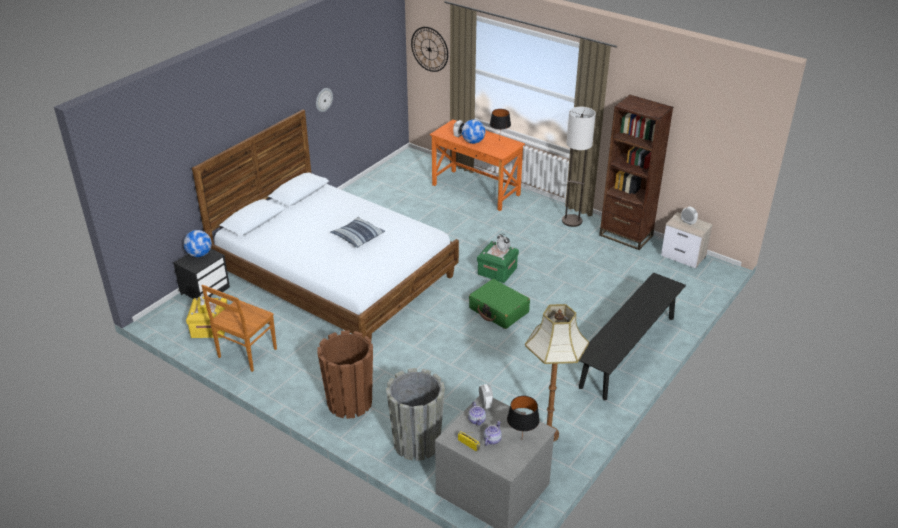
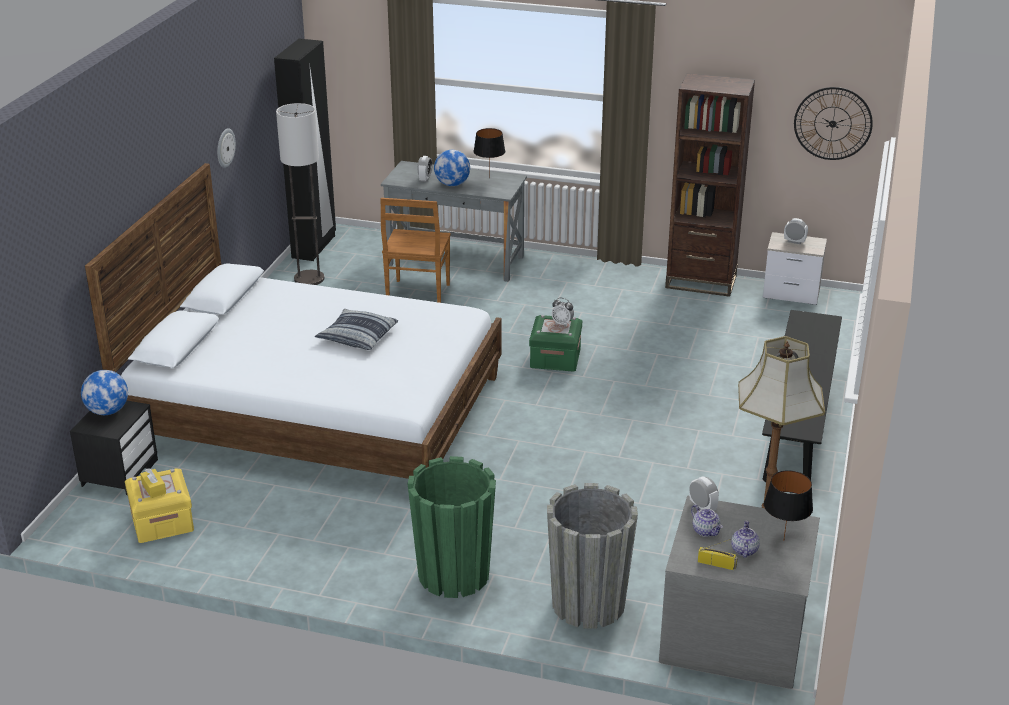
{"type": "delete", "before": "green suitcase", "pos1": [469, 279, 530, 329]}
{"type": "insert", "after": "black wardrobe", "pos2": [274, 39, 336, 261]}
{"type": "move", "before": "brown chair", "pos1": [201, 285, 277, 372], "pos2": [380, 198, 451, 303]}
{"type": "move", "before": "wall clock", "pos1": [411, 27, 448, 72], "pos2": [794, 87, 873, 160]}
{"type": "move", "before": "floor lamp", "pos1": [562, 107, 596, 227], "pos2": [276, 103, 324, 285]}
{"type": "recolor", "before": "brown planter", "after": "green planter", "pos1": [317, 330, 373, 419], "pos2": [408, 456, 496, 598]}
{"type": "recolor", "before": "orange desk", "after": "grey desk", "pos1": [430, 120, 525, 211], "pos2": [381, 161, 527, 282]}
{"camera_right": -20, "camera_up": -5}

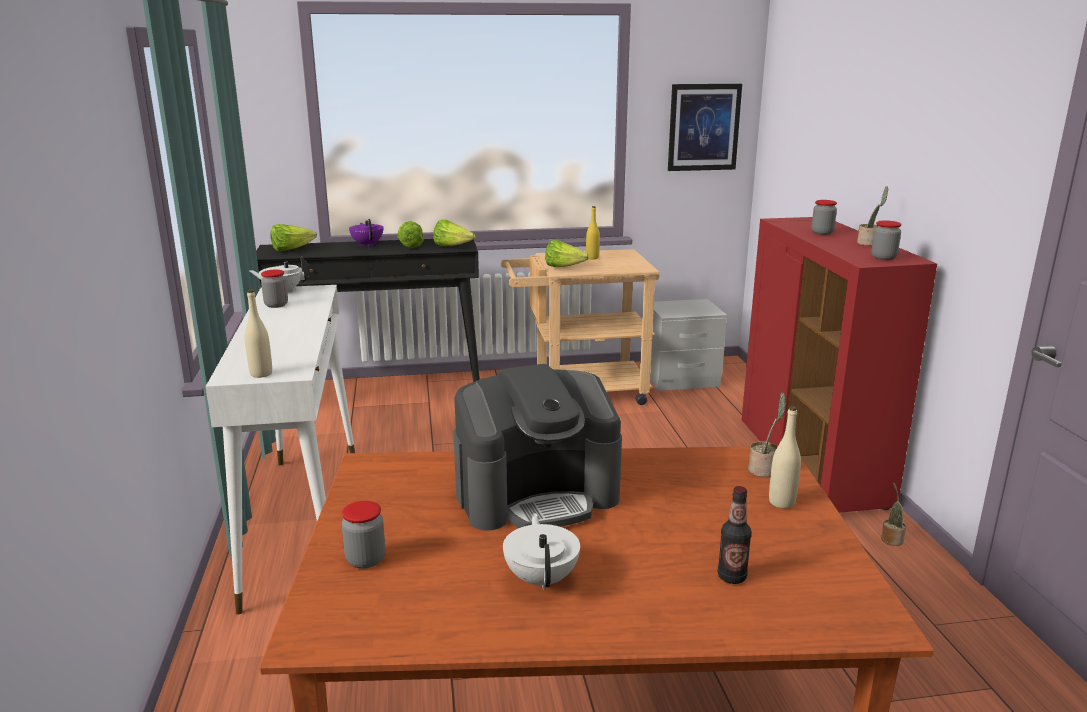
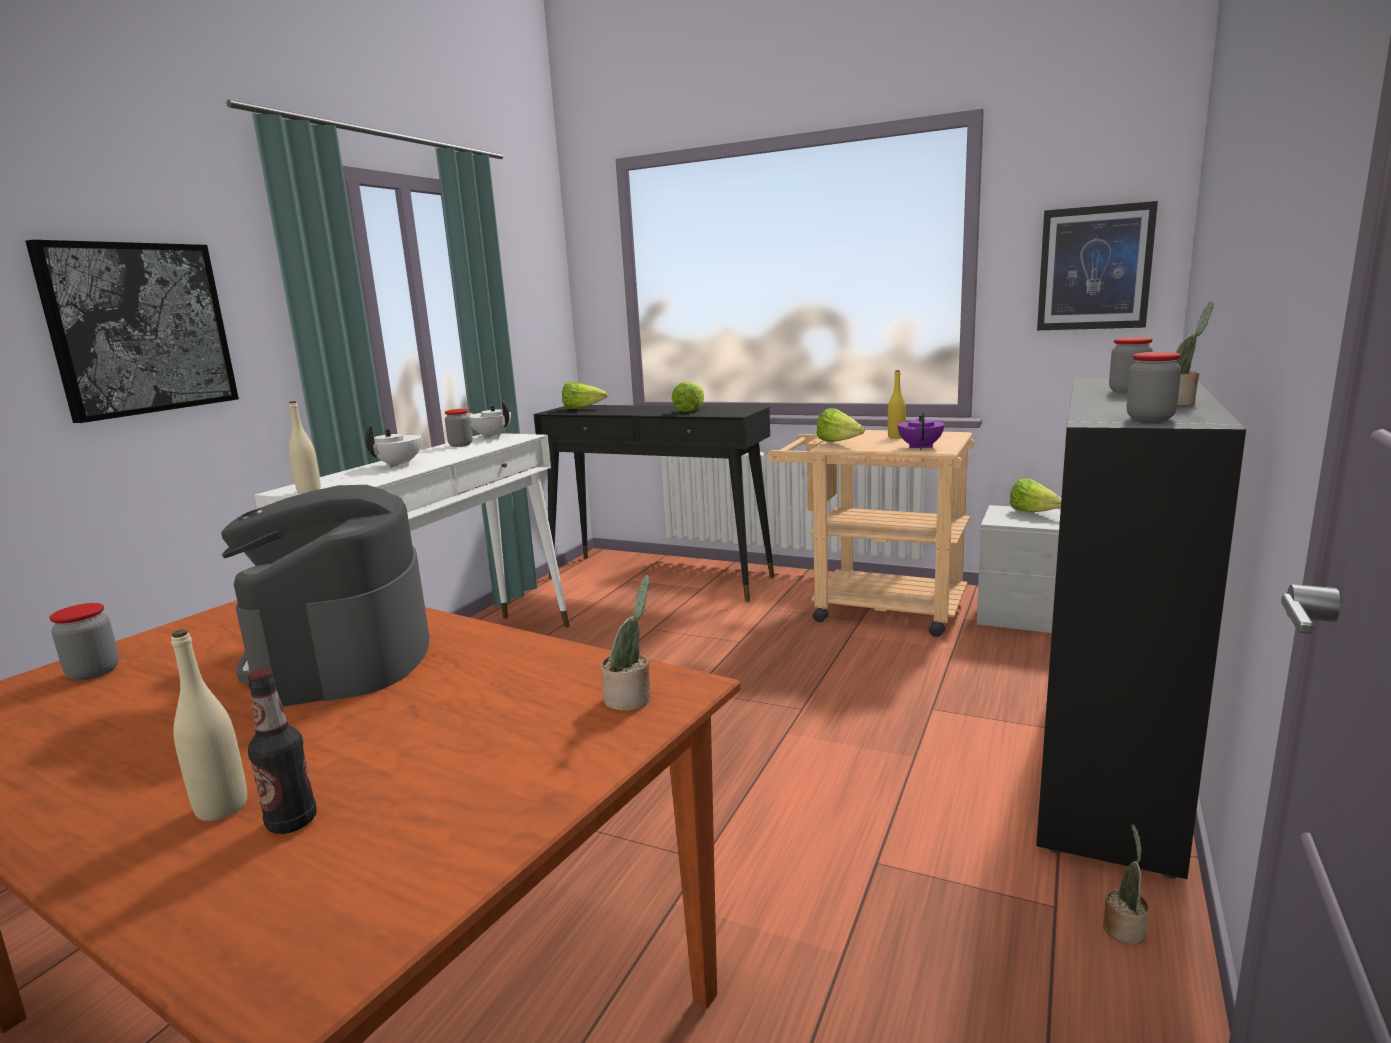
{"type": "insert", "after": "picture", "pos2": [25, 240, 239, 423]}
{"type": "move", "before": "purple teapot", "pos1": [349, 219, 383, 247], "pos2": [898, 412, 944, 450]}
{"type": "move", "before": "lettuce", "pos1": [433, 220, 476, 246], "pos2": [1010, 478, 1061, 512]}
{"type": "move", "before": "white teapot", "pos1": [503, 513, 580, 591], "pos2": [365, 426, 424, 468]}
{"type": "move", "before": "beige bottle", "pos1": [769, 406, 801, 509], "pos2": [171, 629, 247, 821]}
{"type": "recolor", "before": "red cabinet", "after": "black cabinet", "pos1": [742, 217, 937, 513], "pos2": [1036, 378, 1246, 879]}
{"type": "rotate", "before": "coffee machine", "pos1": [453, 364, 622, 531], "pos2": [221, 485, 429, 707], "turn": 60}
{"camera_right": 35, "camera_up": -5}

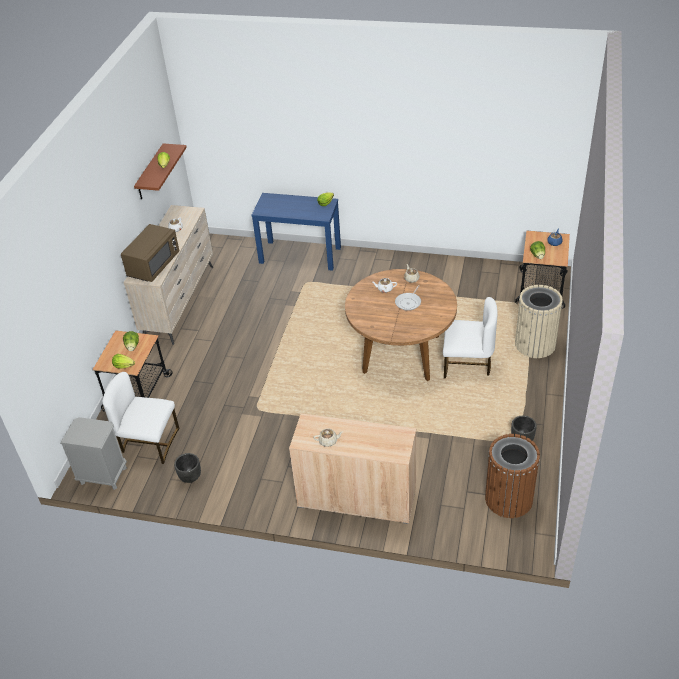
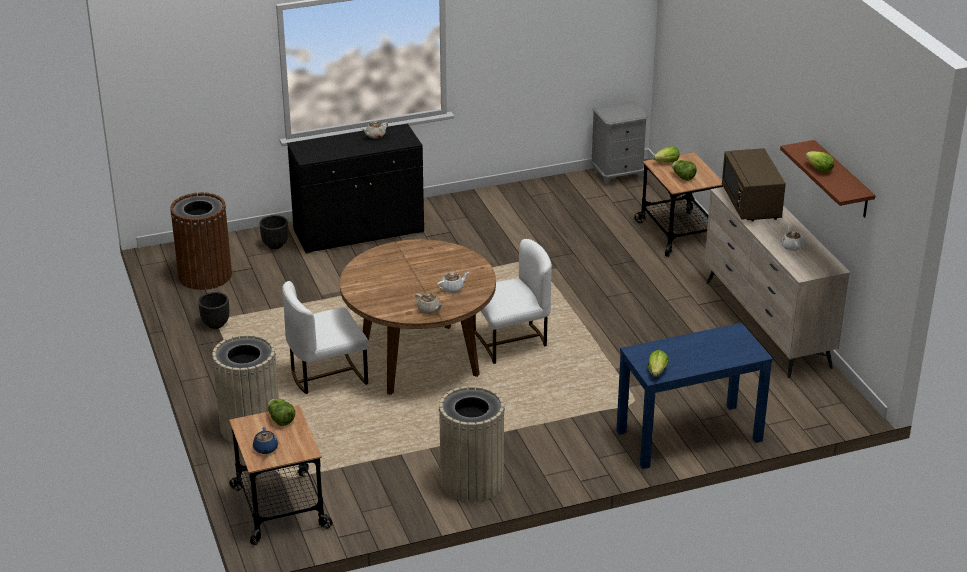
{"type": "delete", "before": "frying pan", "pos1": [395, 285, 421, 311]}
{"type": "insert", "after": "beige trash can", "pos2": [439, 386, 505, 502]}
{"type": "move", "before": "white chair", "pos1": [102, 372, 179, 464], "pos2": [473, 239, 552, 364]}
{"type": "move", "before": "black planter", "pos1": [174, 453, 201, 483], "pos2": [260, 215, 288, 249]}
{"type": "recolor", "before": "beige cabinet", "after": "black cabinet", "pos1": [289, 413, 416, 524], "pos2": [287, 123, 424, 254]}
{"camera_right": 145, "camera_up": -10}

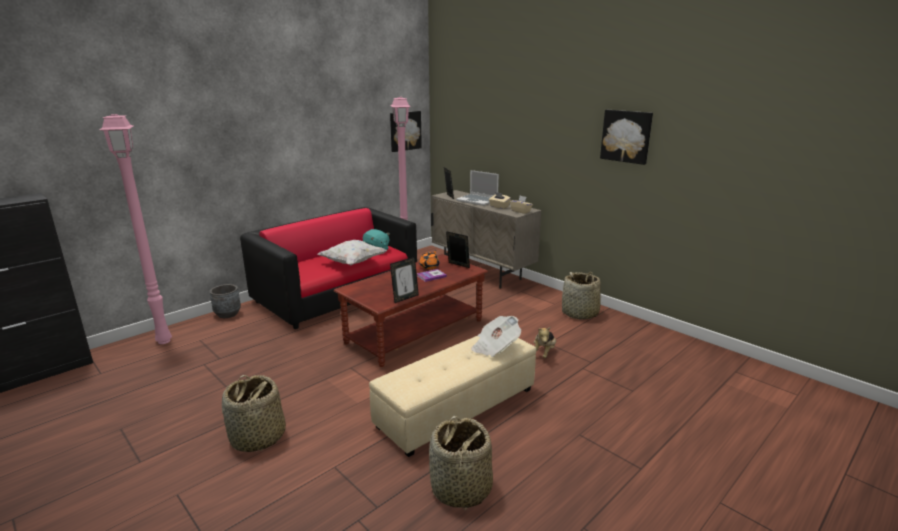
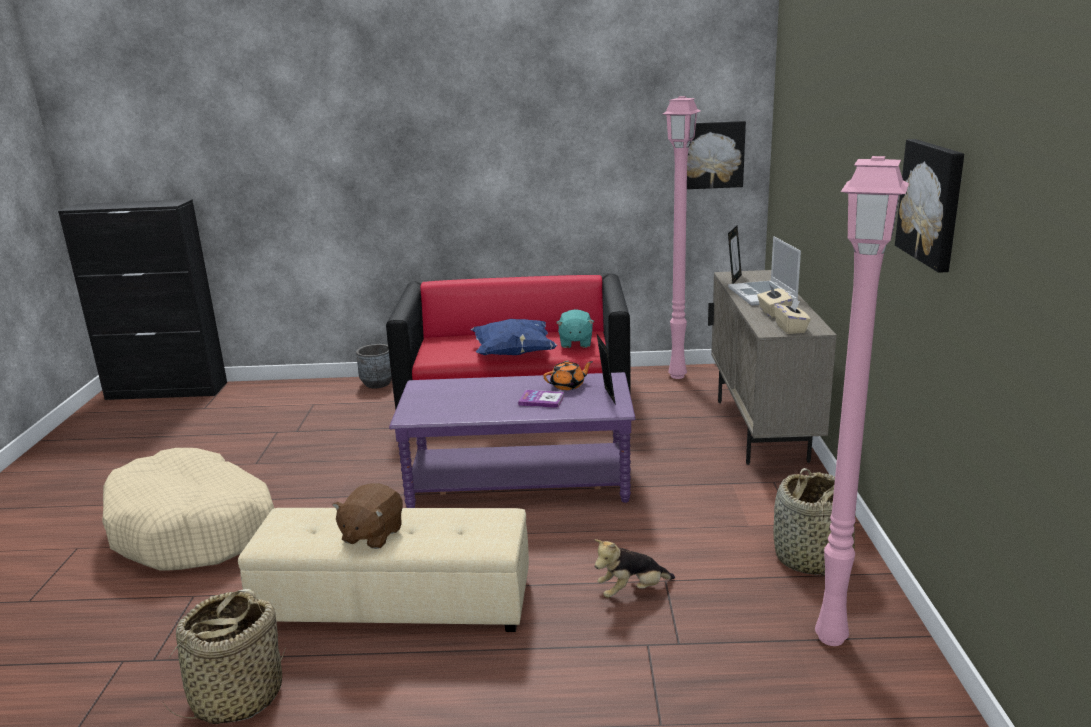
{"type": "delete", "before": "picture frame", "pos1": [390, 257, 419, 303]}
{"type": "delete", "before": "newspaper", "pos1": [471, 316, 521, 357]}
{"type": "insert", "after": "brown plush toy", "pos2": [332, 483, 403, 549]}
{"type": "move", "before": "pink floor lamp", "pos1": [100, 114, 172, 344], "pos2": [815, 156, 909, 646]}
{"type": "replace", "before": "basket", "after": "beige dog bed", "pos1": [222, 375, 286, 452], "pos2": [102, 448, 274, 571]}
{"type": "recolor", "before": "white pillow", "after": "blue pillow", "pos1": [318, 240, 387, 265], "pos2": [471, 319, 557, 355]}
{"type": "recolor", "before": "brown coffee table", "after": "purple coffee table", "pos1": [334, 254, 488, 367], "pos2": [389, 372, 636, 508]}
{"camera_right": 45, "camera_up": 0}

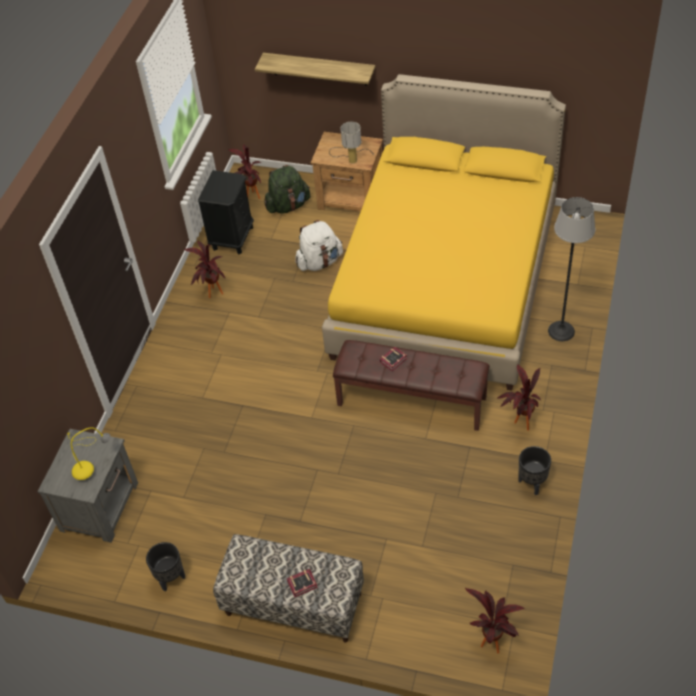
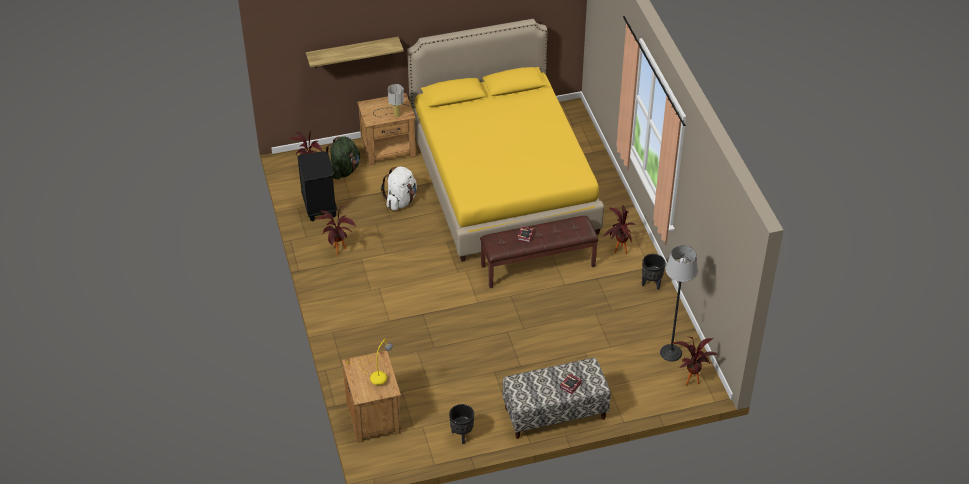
{"type": "move", "before": "floor lamp", "pos1": [548, 197, 595, 341], "pos2": [660, 245, 698, 361]}
{"type": "recolor", "before": "grey nightstand", "after": "brown nightstand", "pos1": [38, 429, 138, 543], "pos2": [342, 351, 402, 443]}
{"camera_right": -35, "camera_up": -5}

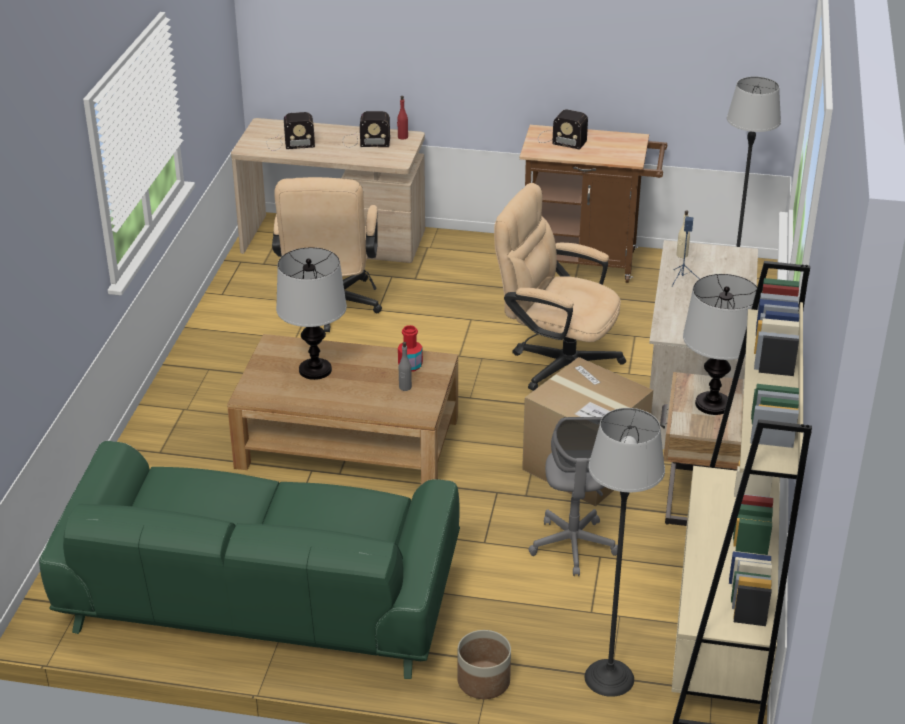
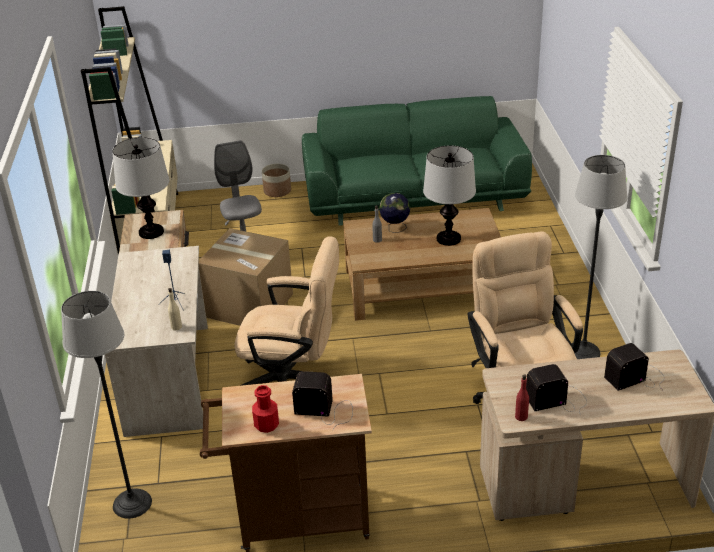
{"type": "insert", "after": "globe", "pos2": [379, 193, 410, 233]}
{"type": "move", "before": "red bottle", "pos1": [398, 325, 423, 372], "pos2": [252, 385, 279, 433]}
{"type": "move", "before": "floor lamp", "pos1": [585, 408, 665, 697], "pos2": [572, 155, 627, 359]}
{"camera_right": 165, "camera_up": 0}

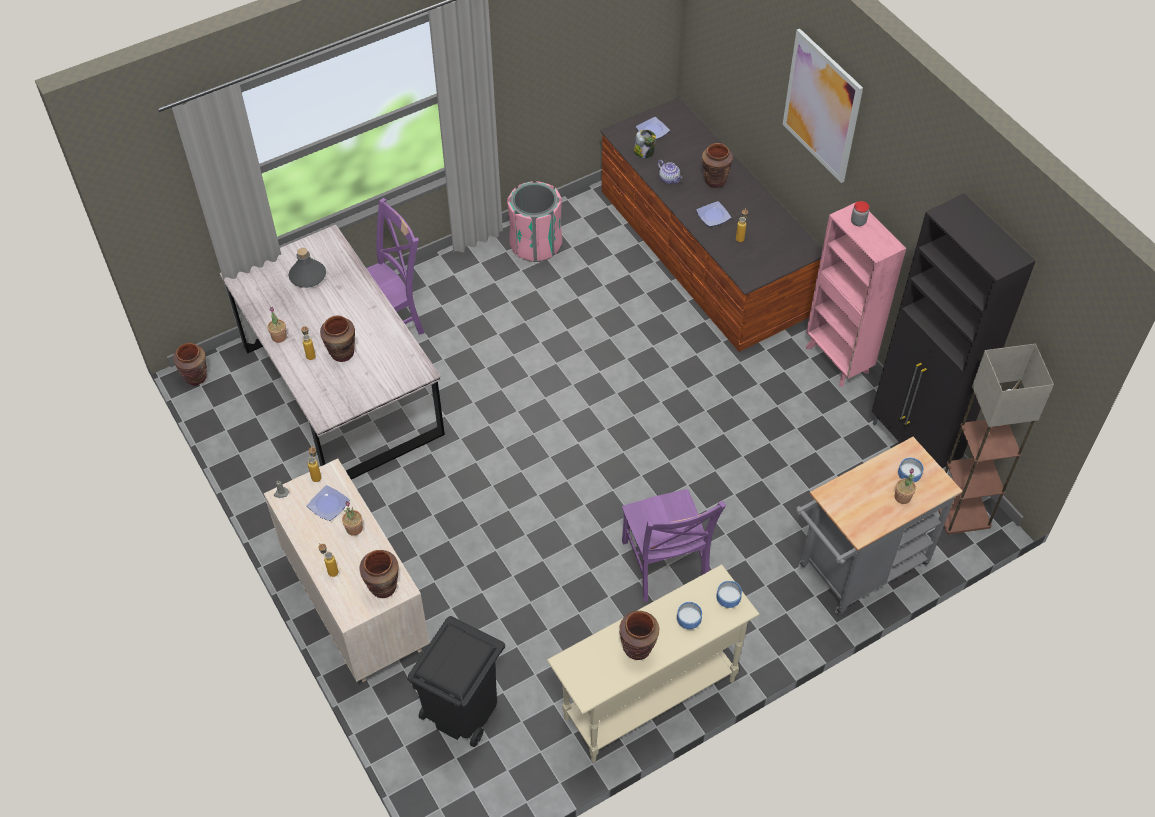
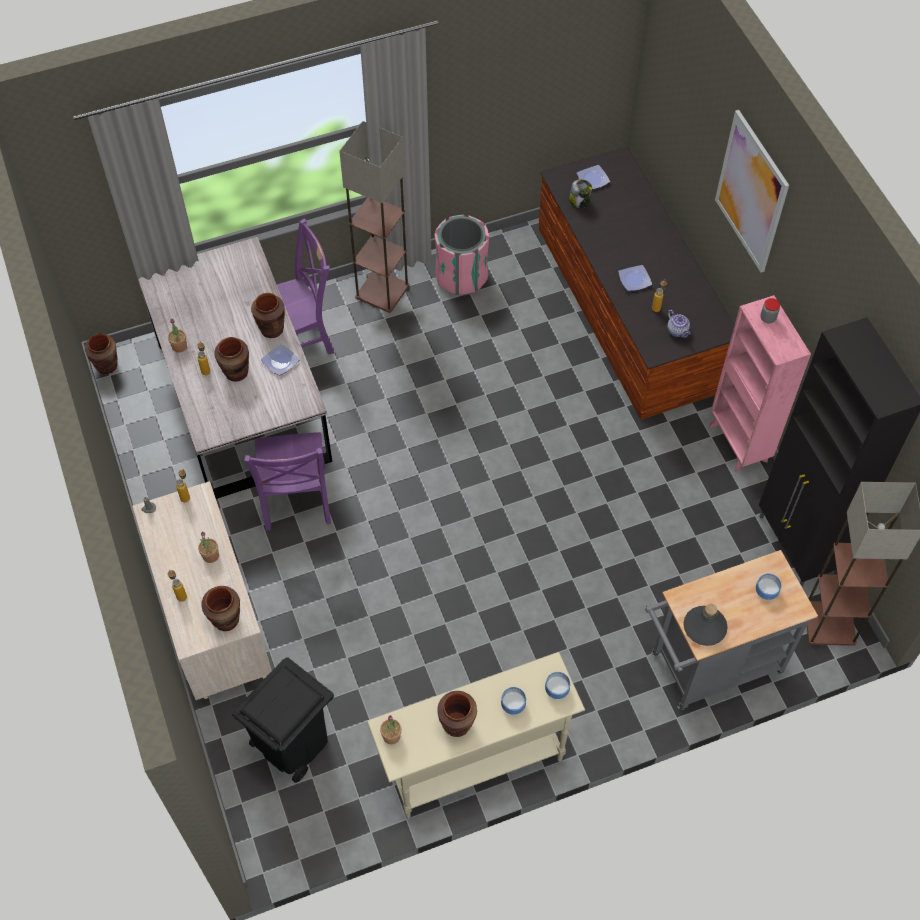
{"type": "insert", "after": "floor lamp", "pos2": [339, 121, 409, 313]}
{"type": "move", "before": "grey bottle", "pos1": [289, 248, 326, 288], "pos2": [683, 604, 728, 646]}
{"type": "move", "before": "plate", "pos1": [307, 485, 350, 521], "pos2": [261, 344, 300, 376]}
{"type": "move", "before": "purple chair", "pos1": [622, 489, 726, 601], "pos2": [244, 432, 331, 531]}
{"type": "move", "before": "teapot", "pos1": [658, 160, 682, 184], "pos2": [667, 310, 691, 338]}
{"type": "move", "before": "brown vase", "pos1": [702, 143, 733, 188], "pos2": [251, 293, 285, 338]}
{"type": "move", "before": "potted plant", "pos1": [895, 468, 916, 504], "pos2": [380, 715, 402, 744]}
{"camera_right": 10, "camera_up": 5}

